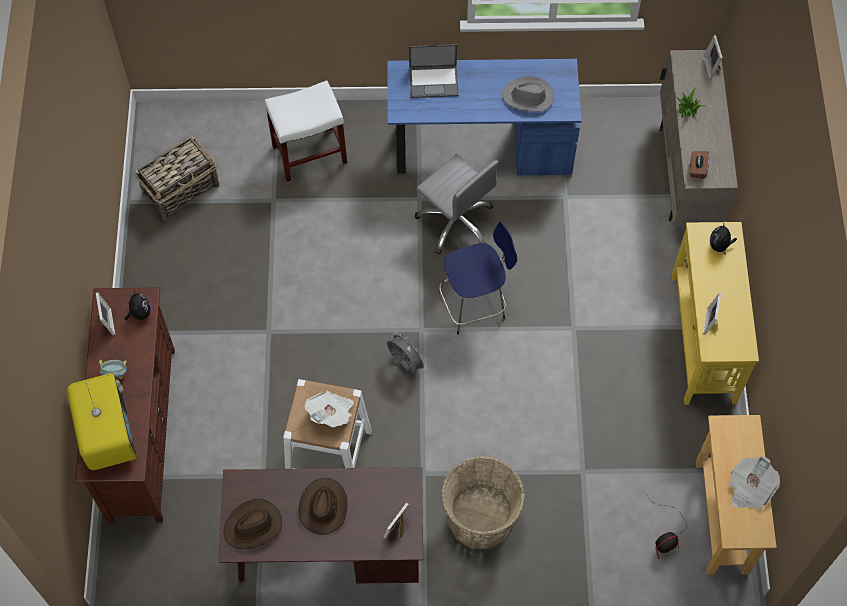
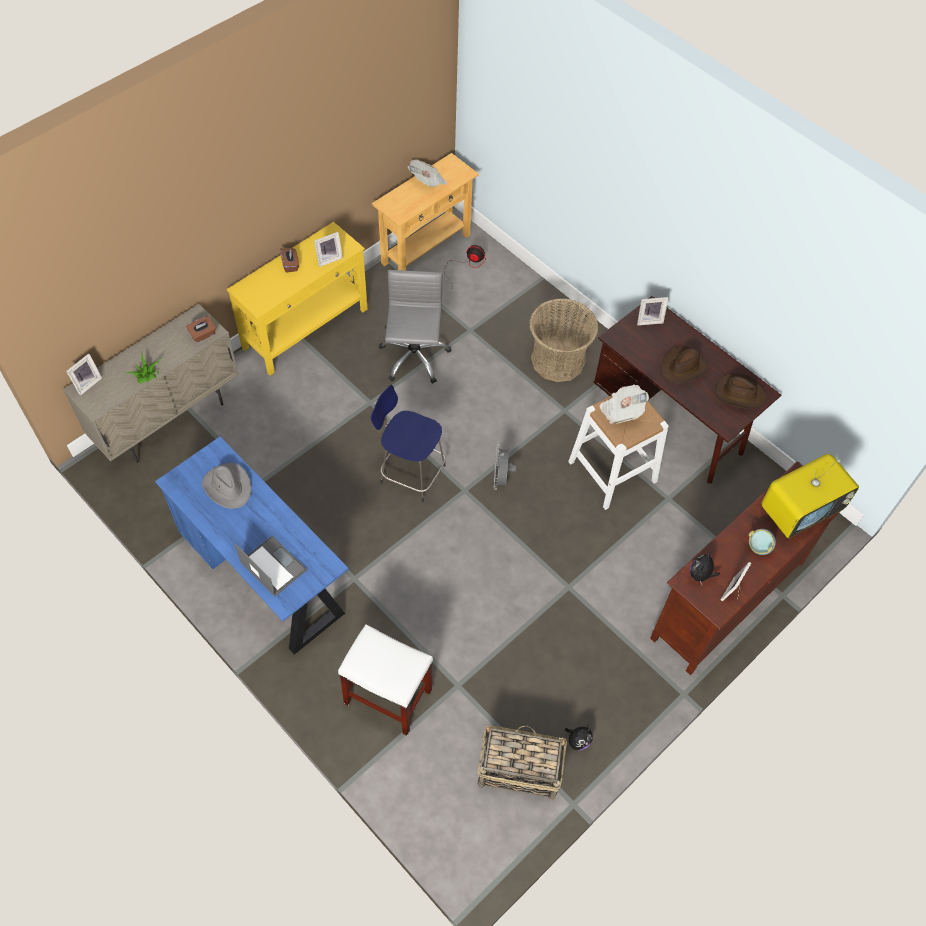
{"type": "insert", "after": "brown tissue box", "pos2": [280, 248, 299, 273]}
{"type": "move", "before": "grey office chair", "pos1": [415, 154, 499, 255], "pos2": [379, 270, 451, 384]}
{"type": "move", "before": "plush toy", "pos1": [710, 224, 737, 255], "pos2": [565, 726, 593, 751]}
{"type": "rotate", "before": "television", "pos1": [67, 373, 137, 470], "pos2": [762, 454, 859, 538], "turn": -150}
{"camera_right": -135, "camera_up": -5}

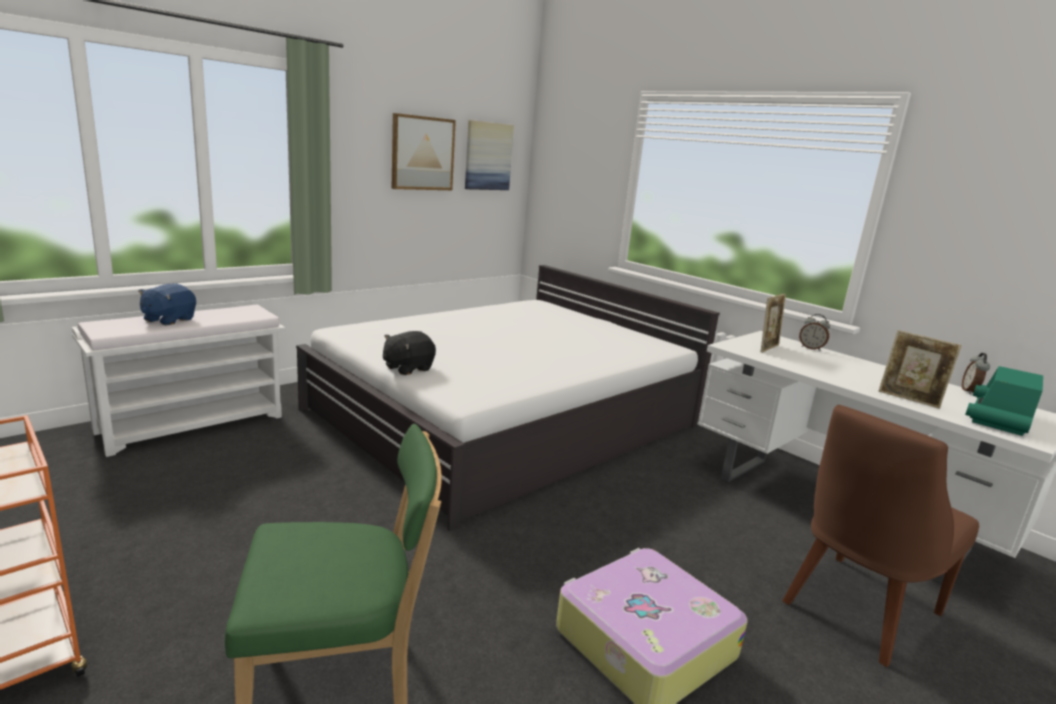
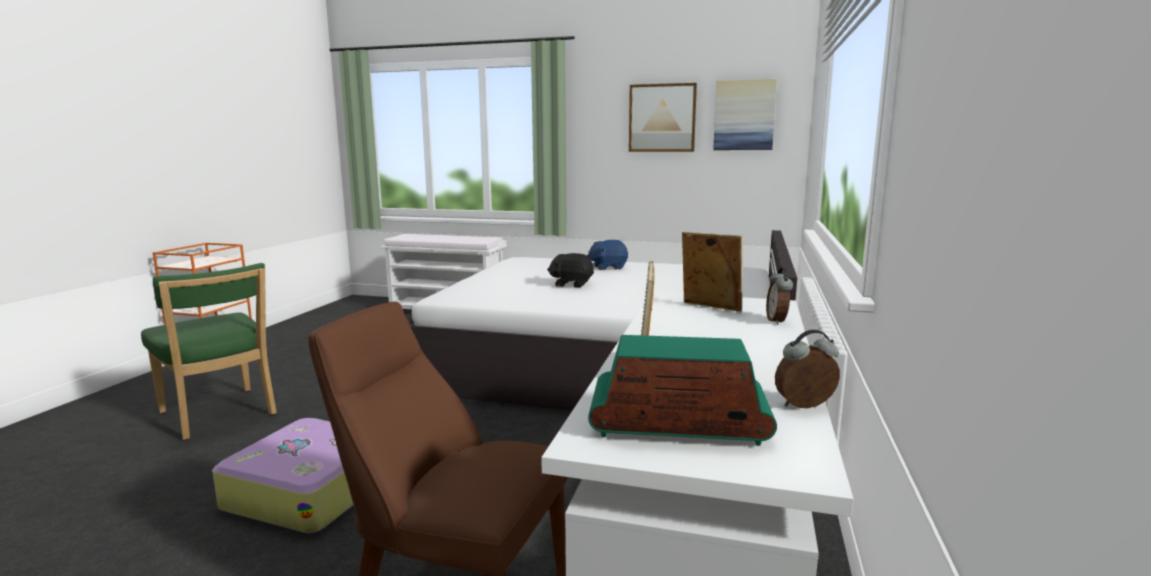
{"type": "move", "before": "blue plush toy", "pos1": [138, 283, 196, 326], "pos2": [587, 240, 628, 270]}
{"type": "move", "before": "black plush toy", "pos1": [383, 331, 436, 375], "pos2": [547, 253, 594, 288]}
{"type": "rotate", "before": "picture frame", "pos1": [761, 294, 786, 353], "pos2": [682, 232, 743, 312], "turn": -150}
{"camera_right": 60, "camera_up": -5}

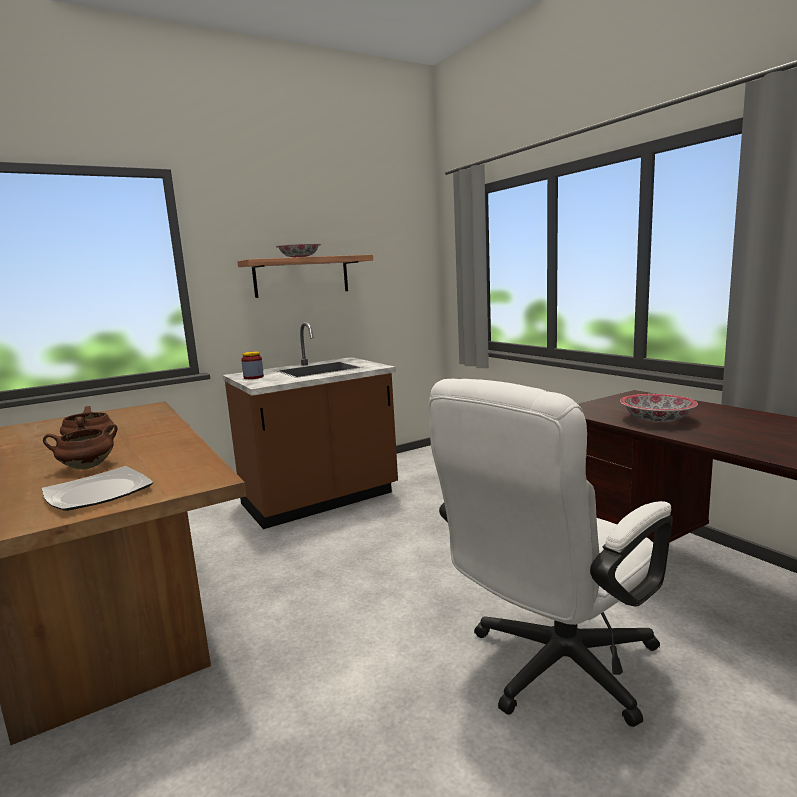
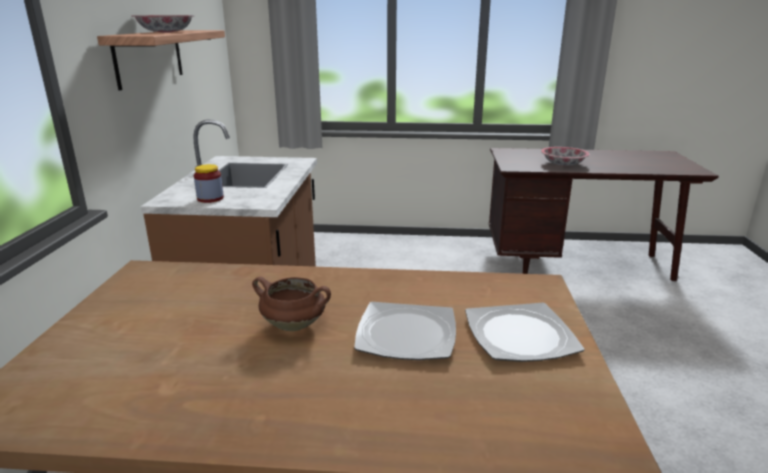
{"type": "delete", "before": "white office chair", "pos1": [428, 379, 673, 727]}
{"type": "replace", "before": "brown cooking pot", "after": "plate", "pos1": [43, 423, 118, 470], "pos2": [354, 302, 456, 360]}
{"camera_right": -55, "camera_up": 10}

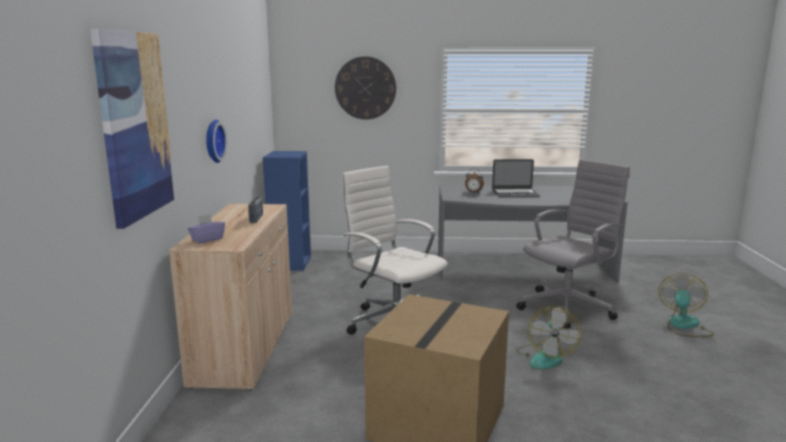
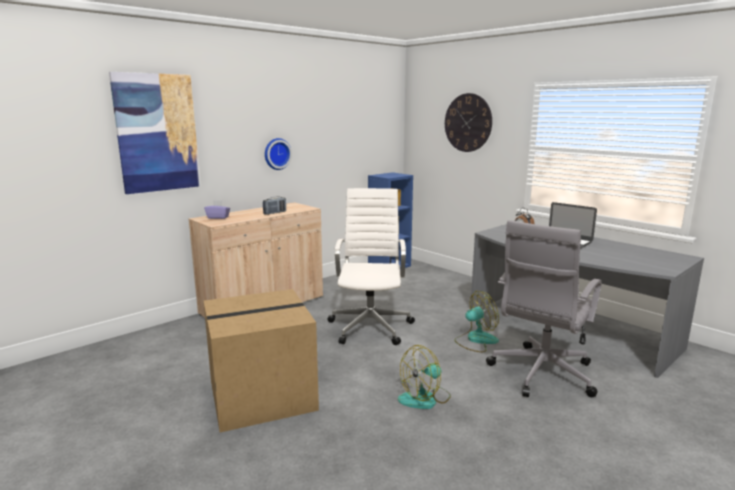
{"type": "move", "before": "fan", "pos1": [658, 273, 714, 337], "pos2": [454, 291, 499, 352]}
{"type": "rotate", "before": "grey office chair", "pos1": [516, 160, 630, 328], "pos2": [486, 220, 602, 397], "turn": 120}
{"camera_right": 45, "camera_up": 0}

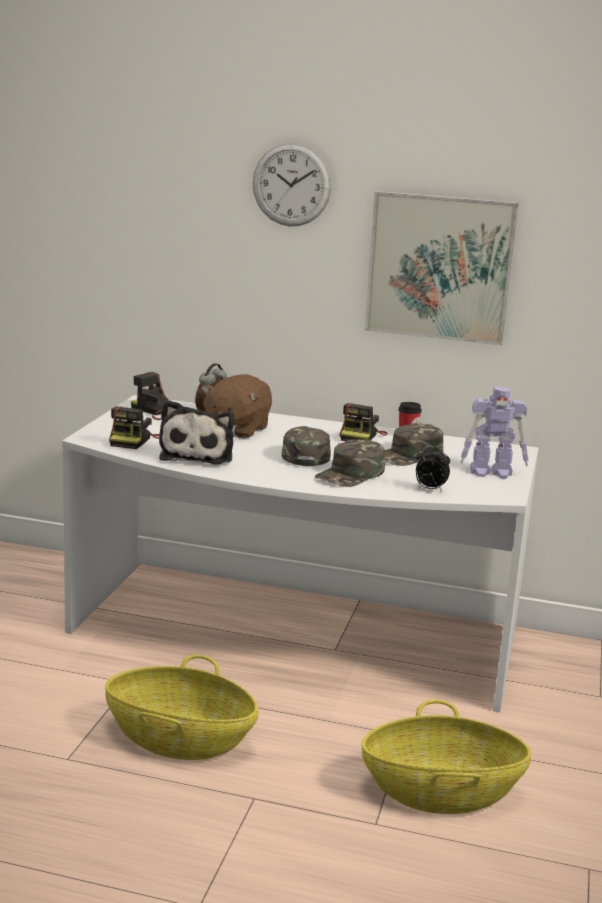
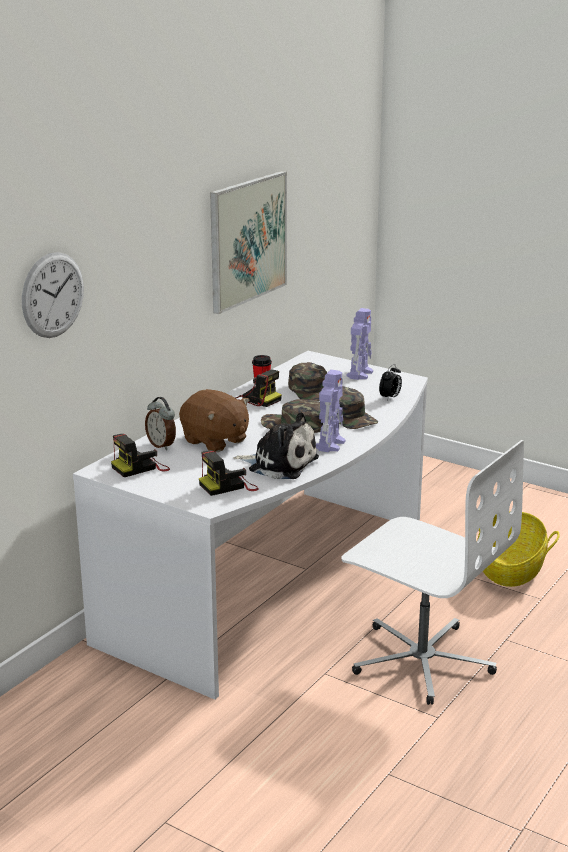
{"type": "insert", "after": "toy robot", "pos2": [316, 370, 346, 452]}
{"type": "move", "before": "wall clock", "pos1": [252, 143, 332, 226], "pos2": [22, 252, 84, 338]}
{"type": "replace", "before": "basket", "after": "white office chair", "pos1": [105, 655, 258, 760], "pos2": [341, 440, 524, 705]}
{"type": "rotate", "before": "photo camera", "pos1": [109, 406, 160, 449], "pos2": [199, 450, 259, 496], "turn": 120}
{"camera_right": -70, "camera_up": 5}

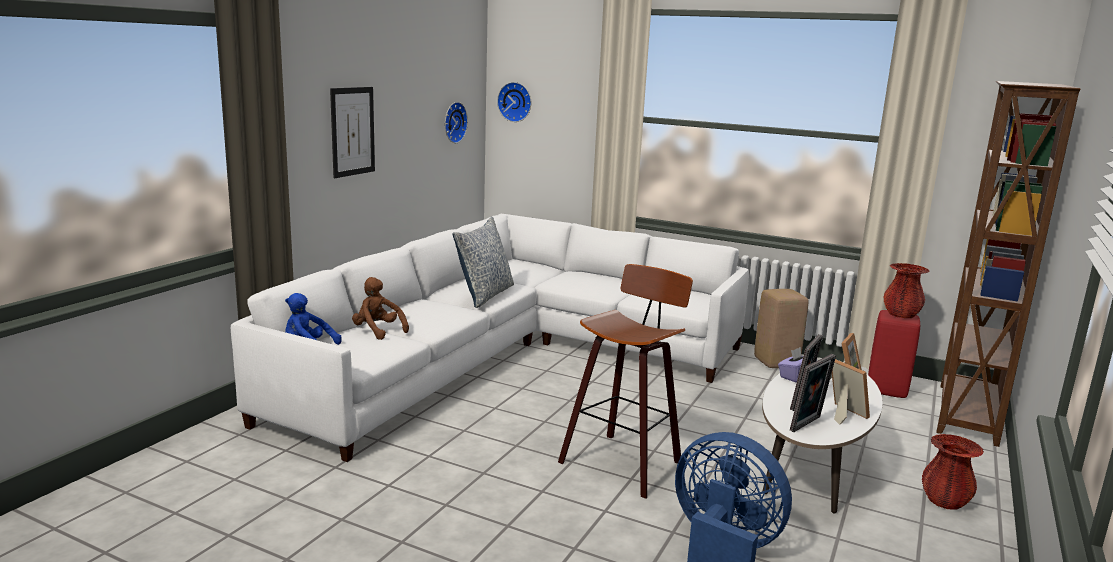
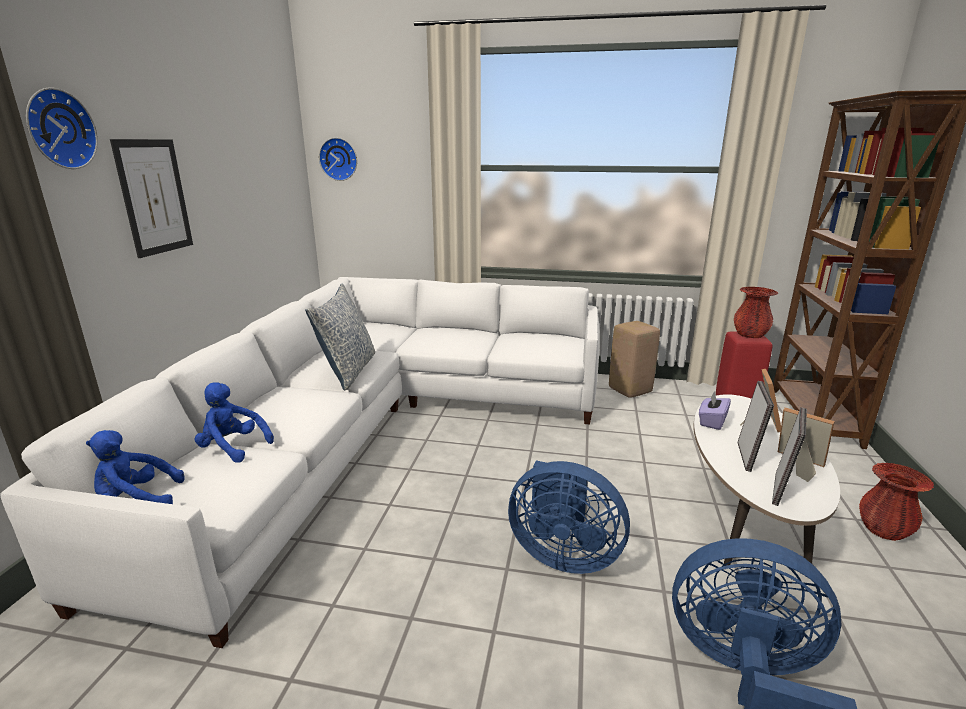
{"type": "move", "before": "wall clock", "pos1": [445, 102, 468, 143], "pos2": [26, 87, 98, 169]}
{"type": "replace", "before": "stool", "after": "blue fan", "pos1": [558, 264, 693, 499], "pos2": [508, 460, 630, 574]}
{"type": "recolor", "before": "brown plush toy", "after": "blue plush toy", "pos1": [352, 277, 409, 340], "pos2": [195, 382, 274, 463]}
{"camera_right": -15, "camera_up": 5}

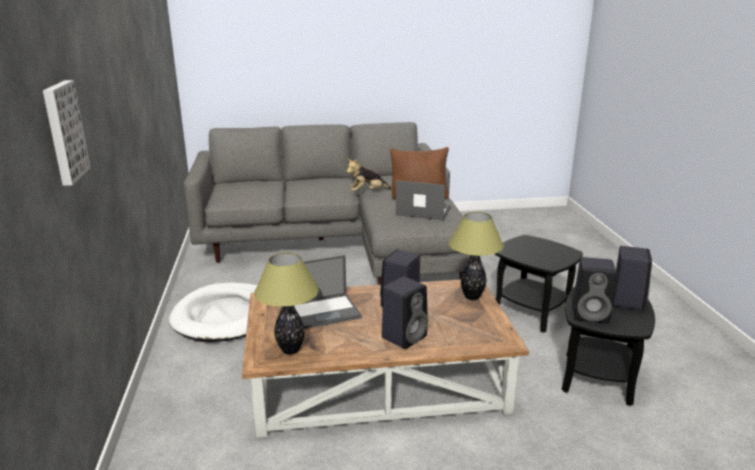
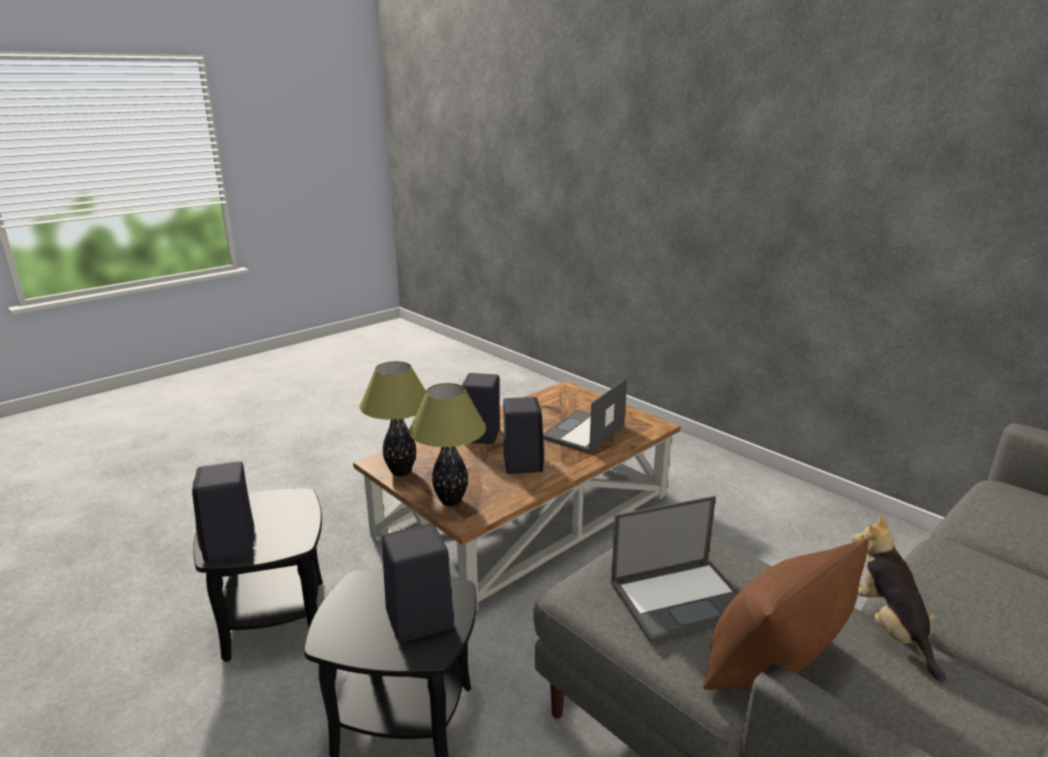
{"type": "delete", "before": "picture", "pos1": [43, 80, 91, 186]}
{"type": "delete", "before": "white dog bed", "pos1": [169, 283, 257, 342]}
{"type": "move", "before": "table lamp", "pos1": [254, 252, 319, 355], "pos2": [360, 361, 426, 476]}
{"type": "move", "before": "black speaker", "pos1": [572, 257, 617, 324], "pos2": [382, 523, 454, 643]}
{"type": "rotate", "before": "plush toy", "pos1": [346, 159, 391, 191], "pos2": [852, 515, 946, 683], "turn": -45}
{"camera_right": 145, "camera_up": 0}

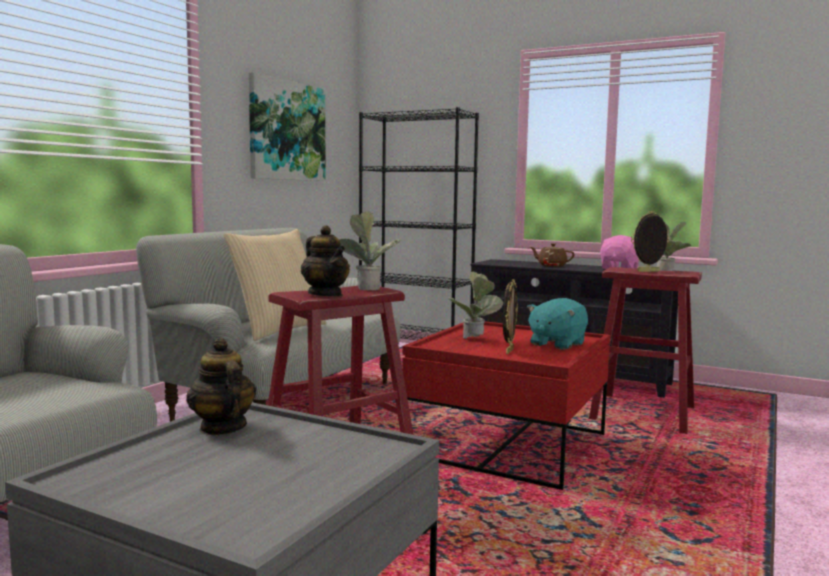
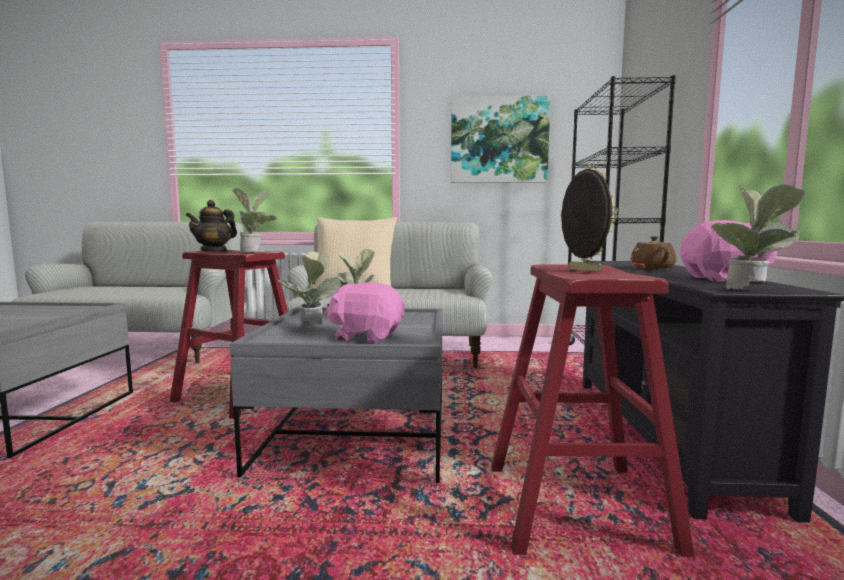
{"type": "delete", "before": "teapot", "pos1": [186, 338, 256, 435]}
{"type": "replace", "before": "picture frame", "after": "potted plant", "pos1": [503, 279, 518, 354], "pos2": [277, 251, 341, 327]}
{"type": "recolor", "before": "red coffee table", "after": "grey coffee table", "pos1": [402, 322, 610, 490], "pos2": [229, 307, 442, 483]}
{"type": "recolor", "before": "turquoise plush toy", "after": "pink plush toy", "pos1": [527, 298, 588, 350], "pos2": [326, 282, 405, 343]}
{"camera_right": 65, "camera_up": 0}

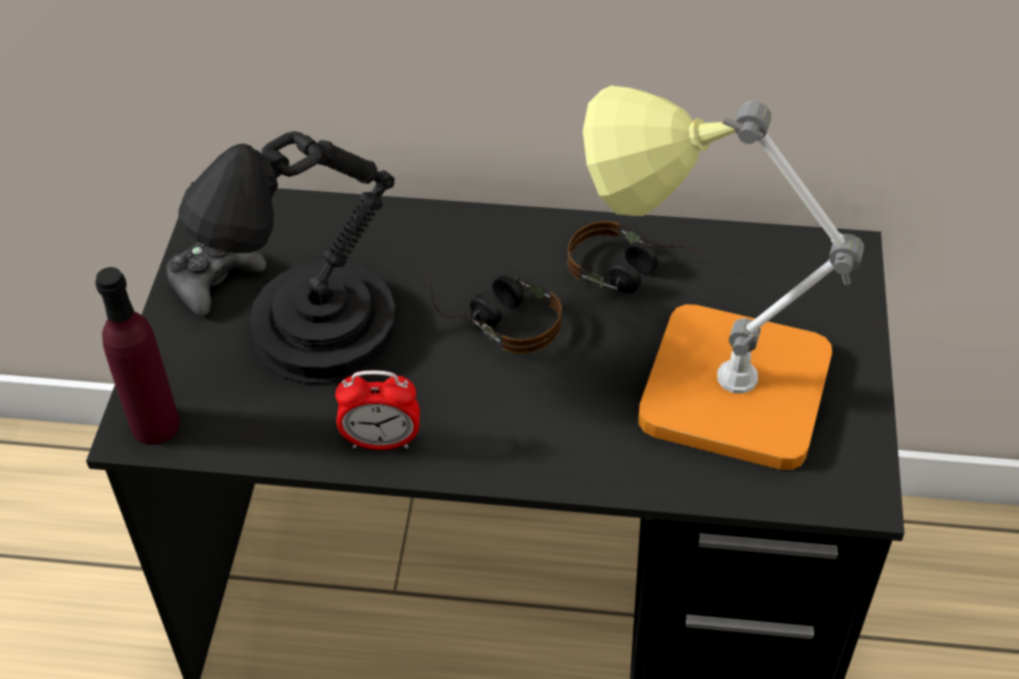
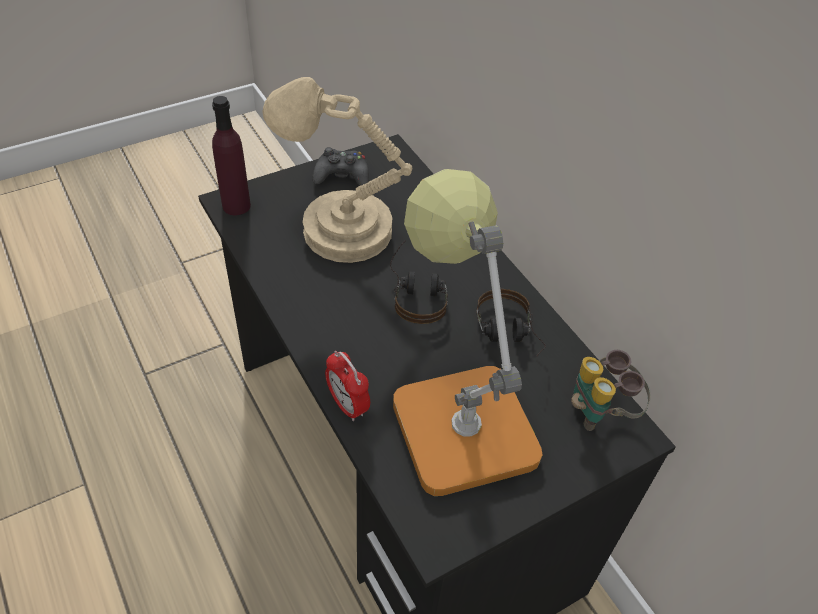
{"type": "insert", "after": "binoculars", "pos2": [571, 350, 651, 431]}
{"type": "move", "before": "alarm clock", "pos1": [335, 370, 420, 450], "pos2": [325, 351, 370, 421]}
{"type": "recolor", "before": "black table lamp", "after": "beige table lamp", "pos1": [178, 131, 397, 384], "pos2": [262, 77, 413, 263]}
{"camera_right": 50, "camera_up": 0}

